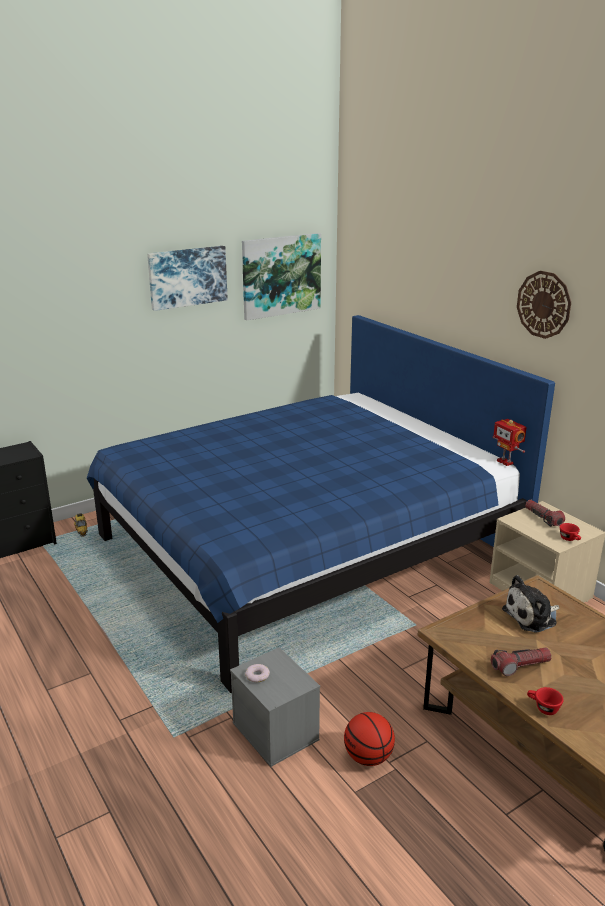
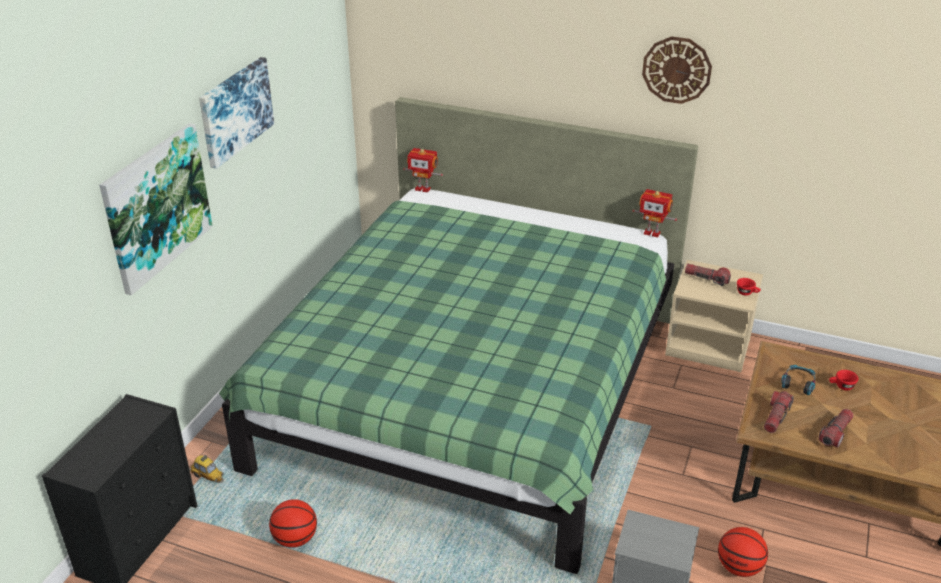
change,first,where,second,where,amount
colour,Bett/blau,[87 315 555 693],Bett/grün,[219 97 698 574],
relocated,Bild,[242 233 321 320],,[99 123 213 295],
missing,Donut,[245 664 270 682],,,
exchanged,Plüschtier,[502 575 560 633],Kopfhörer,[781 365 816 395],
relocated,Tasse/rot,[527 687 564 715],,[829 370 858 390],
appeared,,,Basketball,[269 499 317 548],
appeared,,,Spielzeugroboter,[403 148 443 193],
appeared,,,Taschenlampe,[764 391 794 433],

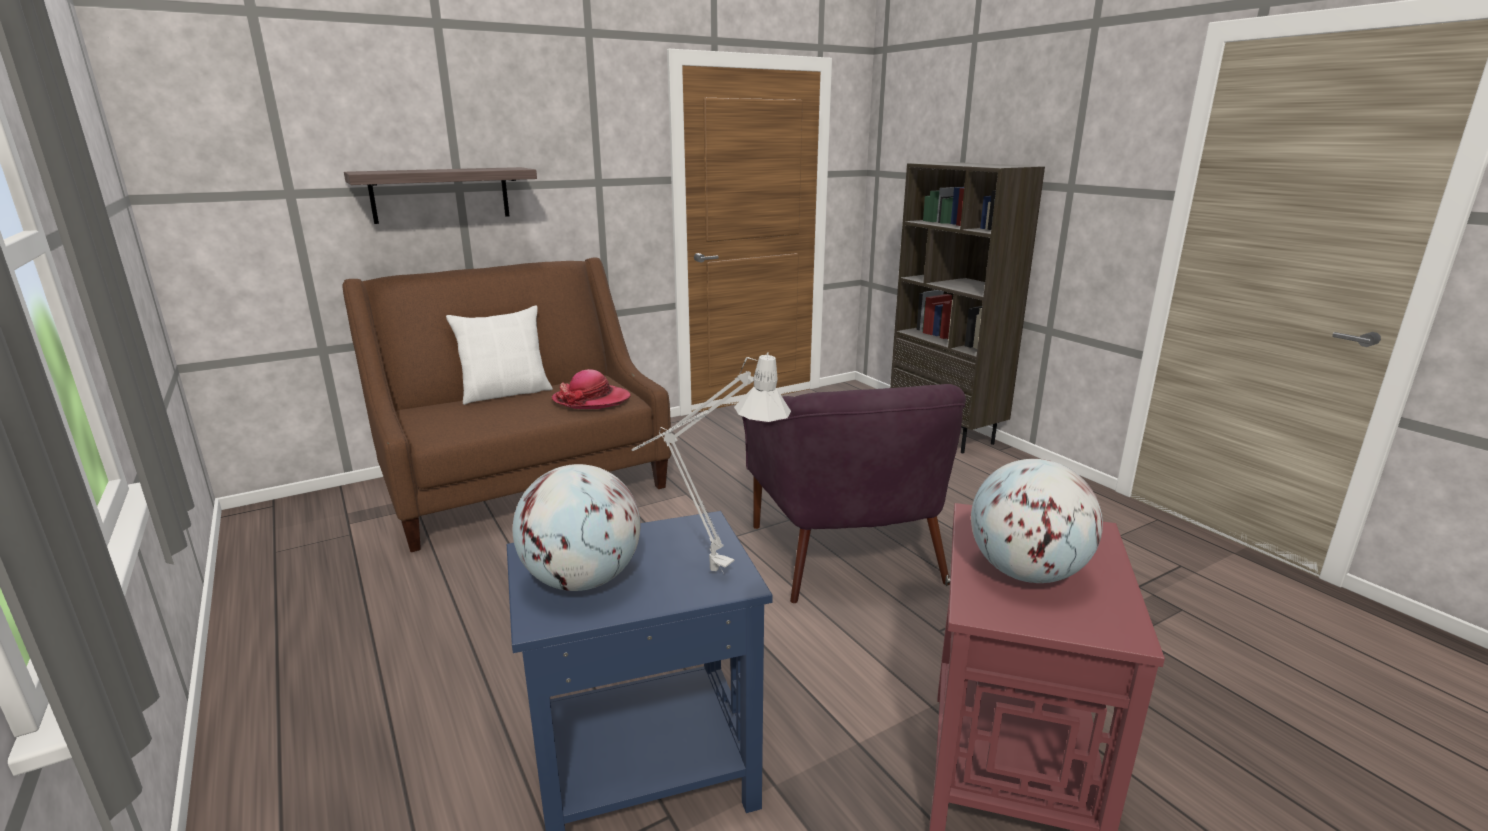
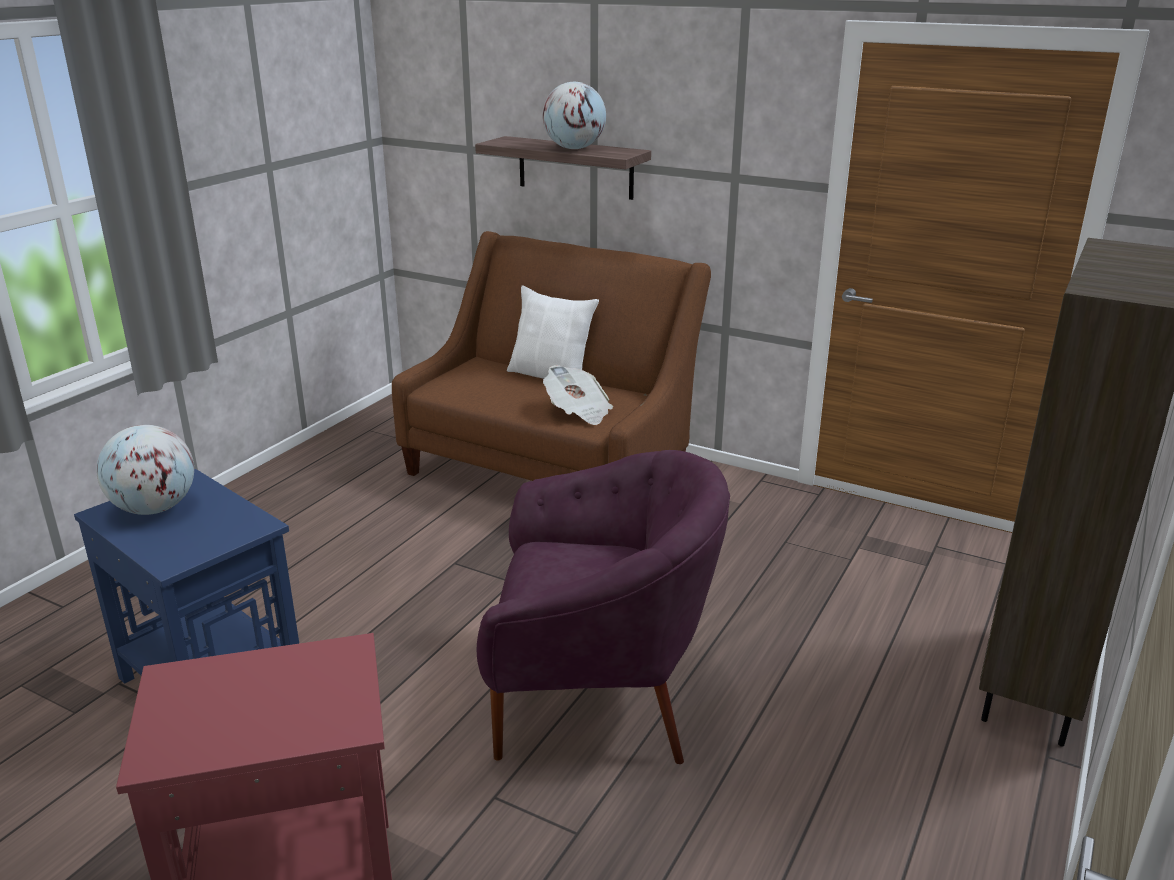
change,first,where,second,where,amount
exchanged,Hut,[552 369 631 409],Zeitung,[543 365 613 425],
missing,Tischlampe/grau,[632 352 791 572],,,
spun,Sessel/lila,[742 384 966 603],,[477 450 730 764],135 degrees counterclockwise
relocated,Globus,[971 459 1103 583],,[542 82 606 149],

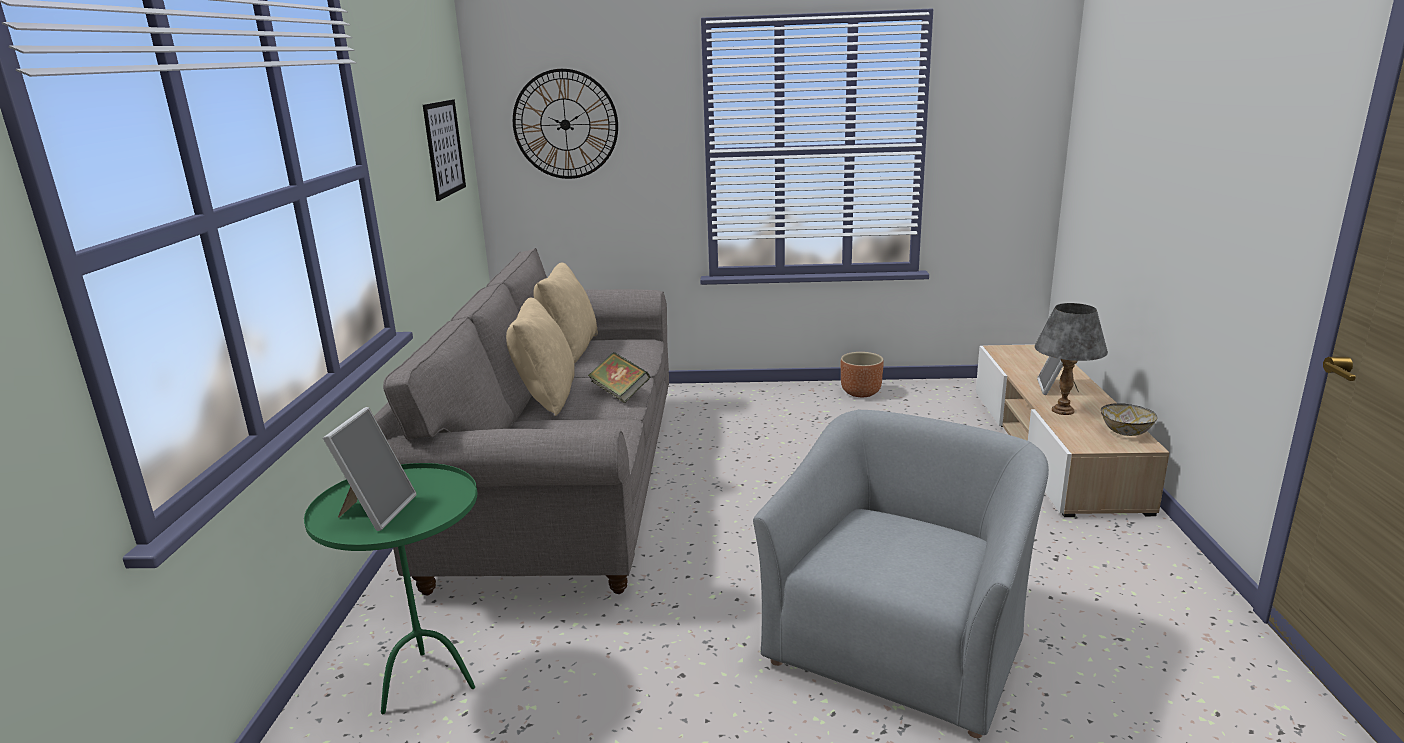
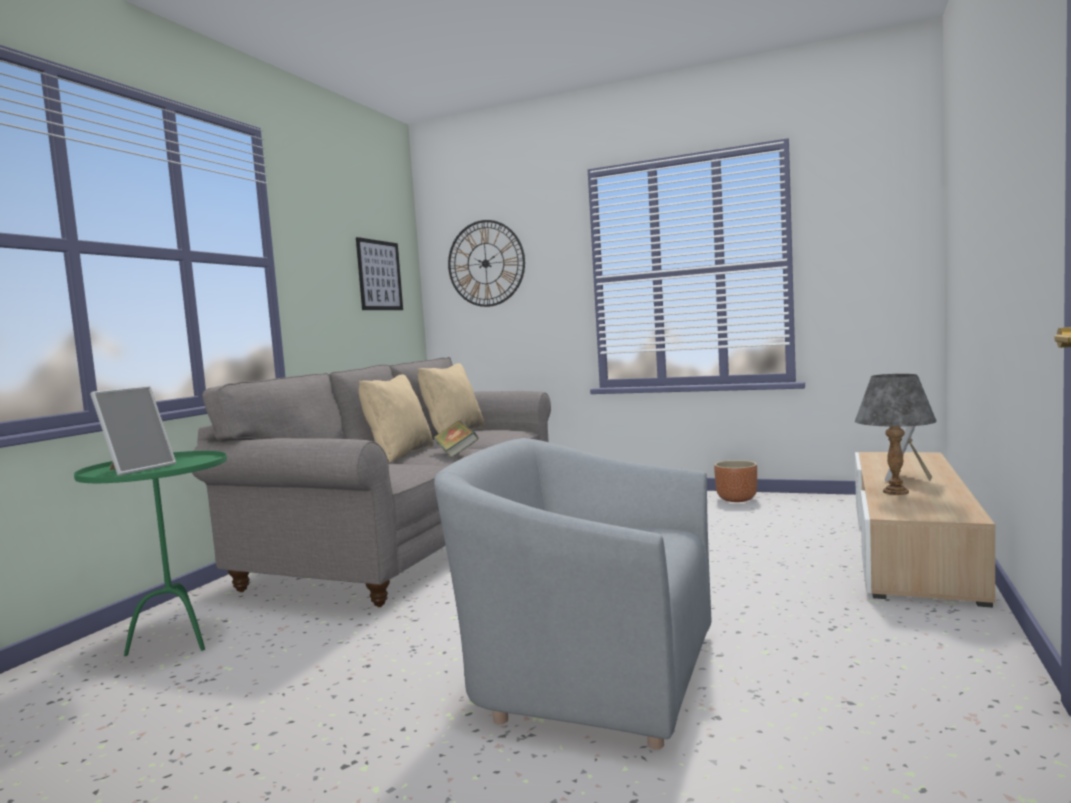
change,first,where,second,where,amount
spun,Sessel/grau,[753 409 1049 738],,[434 438 711 750],120 degrees counterclockwise
missing,Schüssel,[1100 403 1158 436],,,

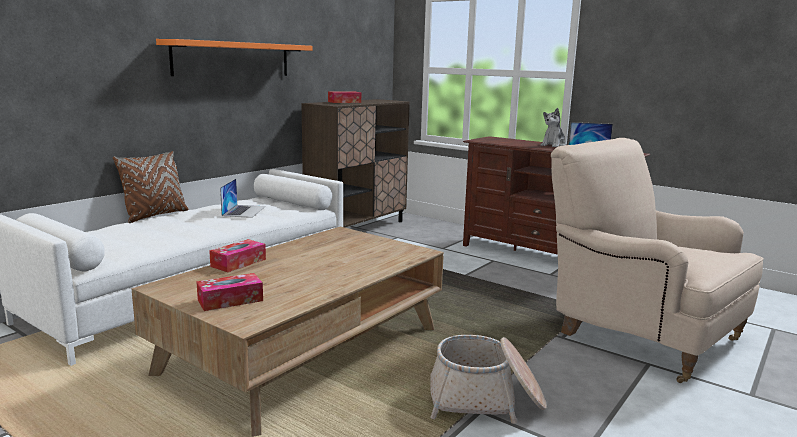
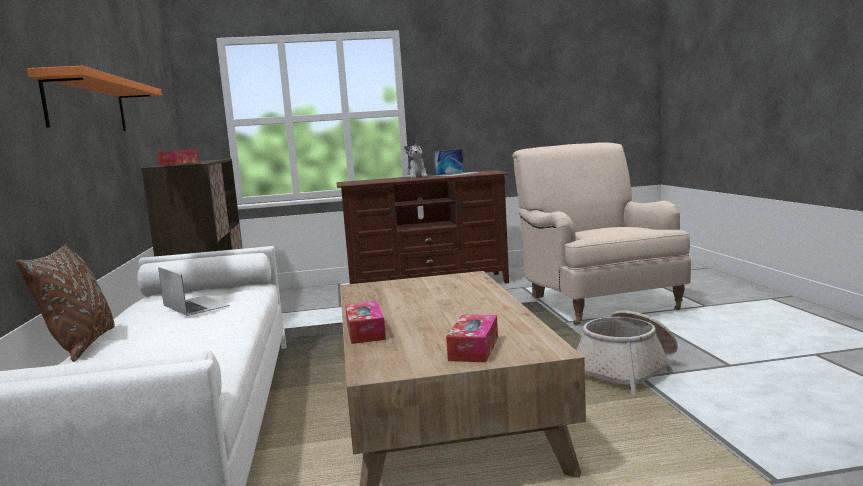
change,first,where,second,where,amount
spun,Sessel/beige,[551 138 764 383],,[512 143 691 325],75 degrees clockwise

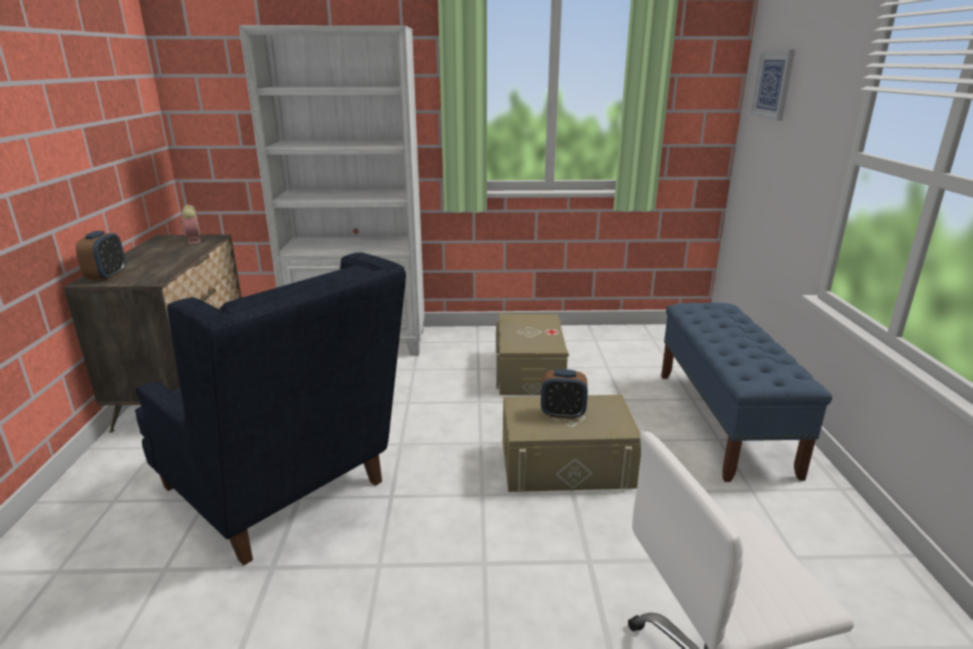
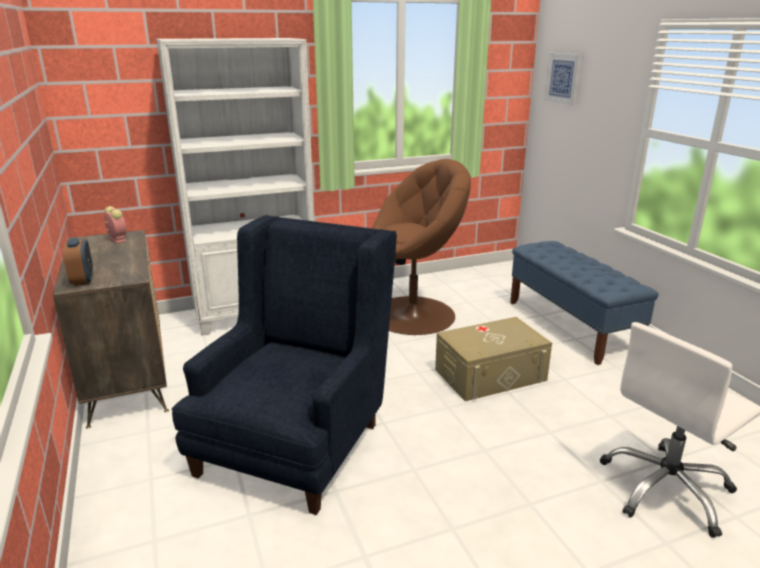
change,first,where,second,where,amount
spun,Sessel/blau,[135 252 406 565],,[172 215 397 515],90 degrees counterclockwise
exchanged,Aufbewahrungsbox/beige,[496 314 569 395],Sessel/braun,[372 159 471 335],
missing,Wecker,[541 369 588 419],,,

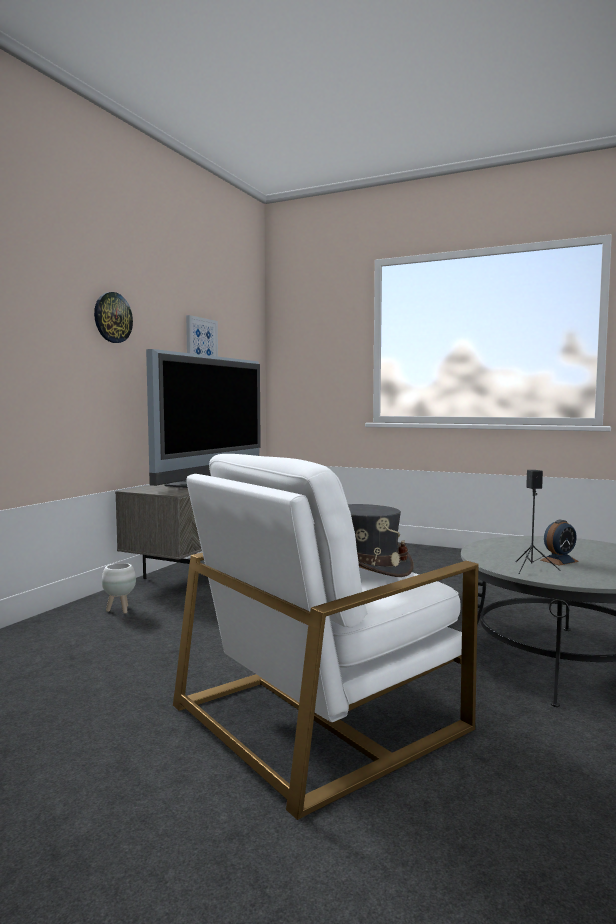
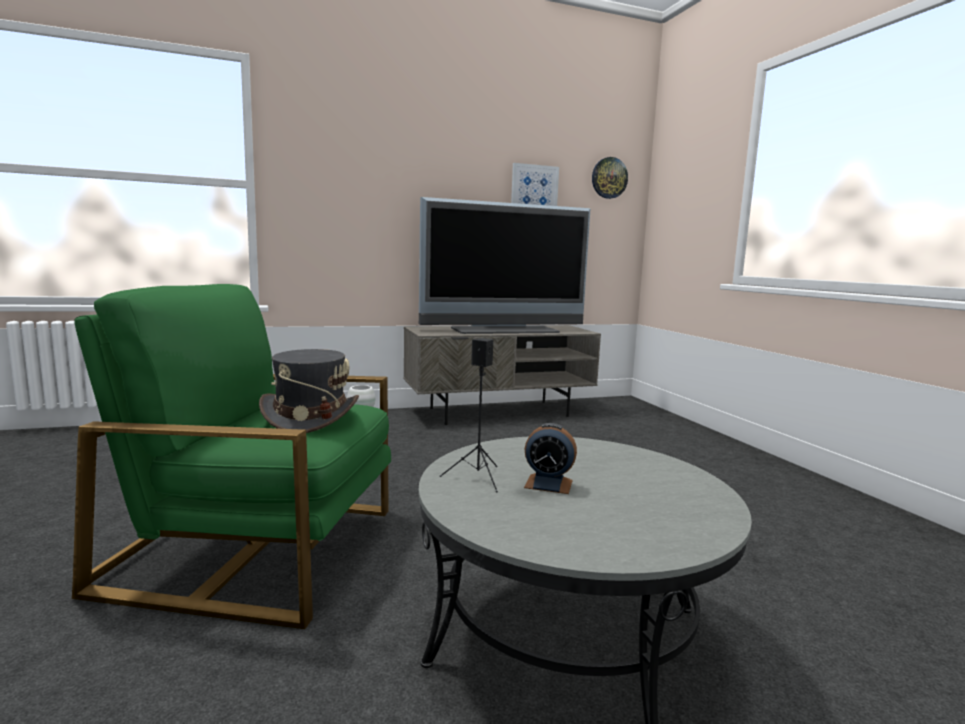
change,first,where,second,where,amount
relocated,Wanduhr,[94 292 133 343],,[592 157 628 199],
colour,Sessel/weiß,[173 454 479 820],Sessel/grün,[72 284 391 629],

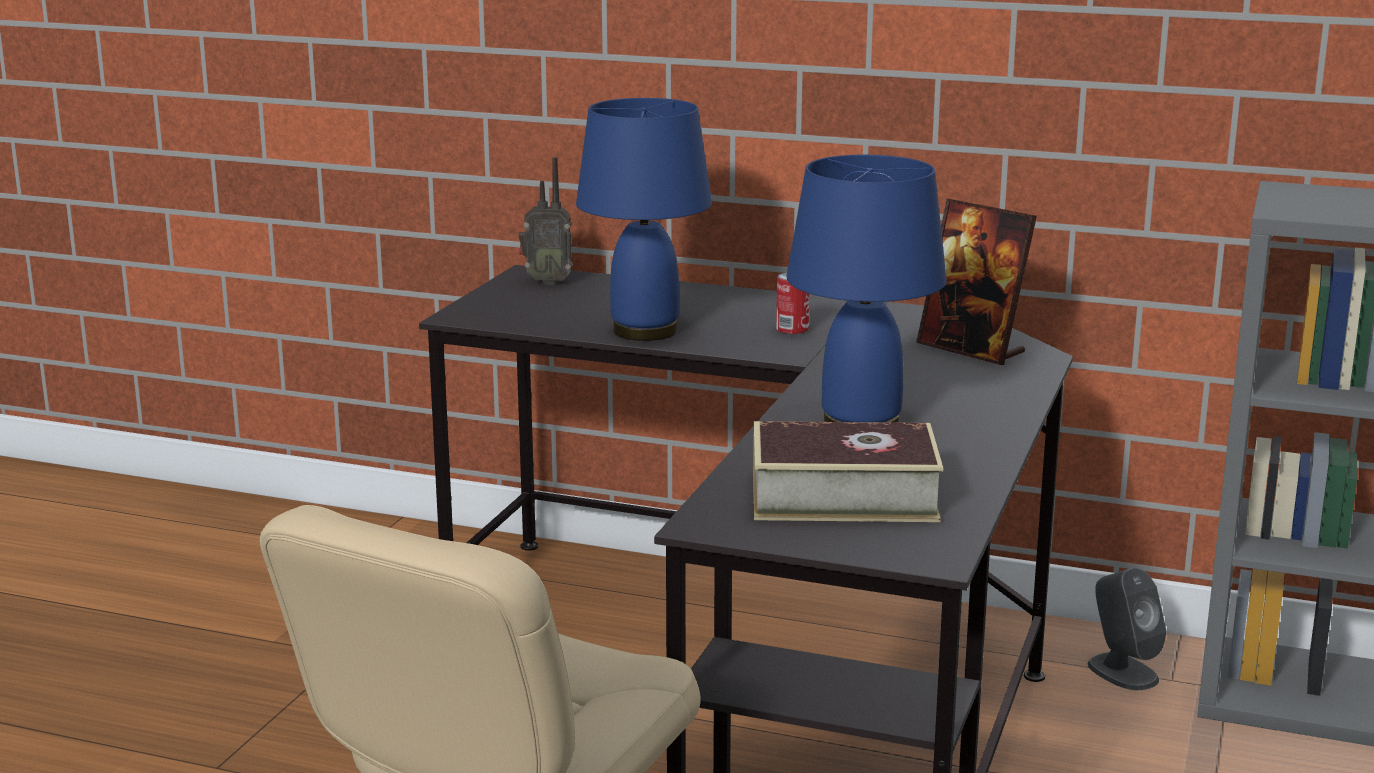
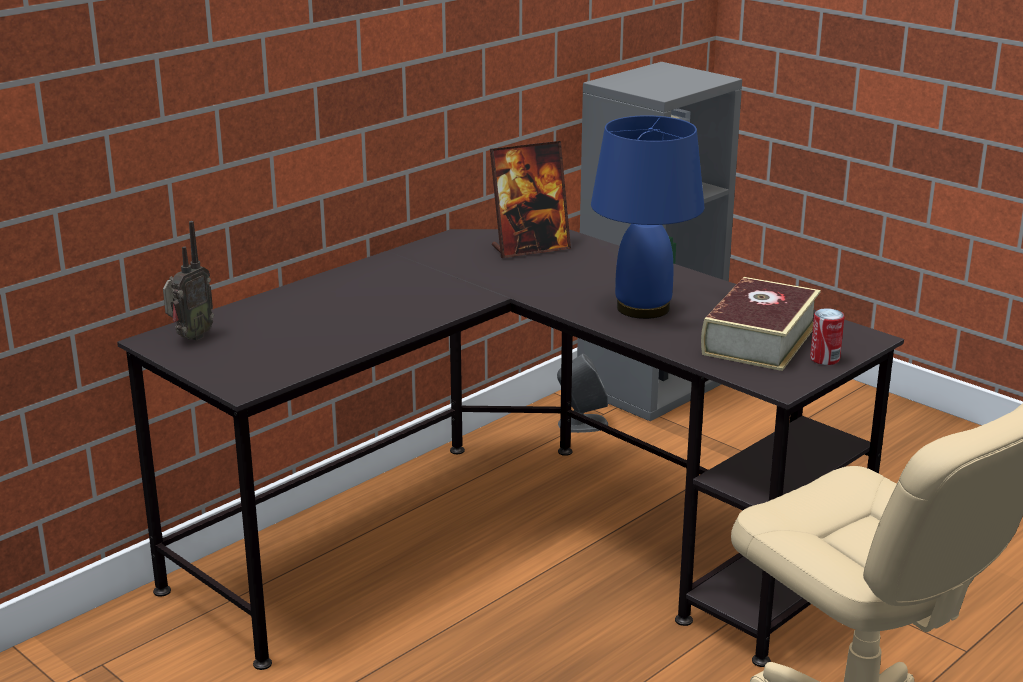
change,first,where,second,where,amount
missing,Tischlampe/blau,[576 98 712 341],,,
relocated,Dose,[776 272 810 334],,[810 308 844 365],

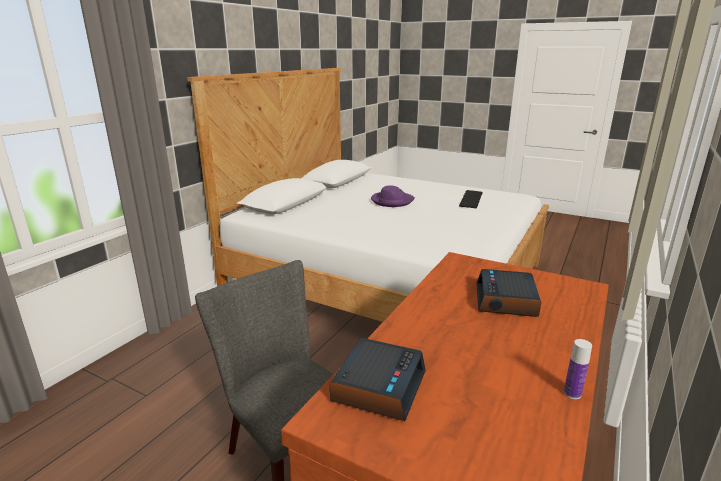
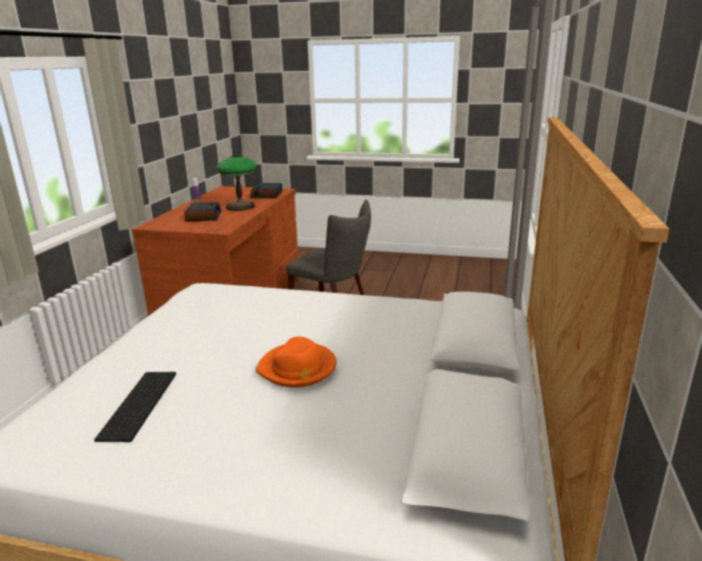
change,first,where,second,where,amount
colour,Hut/lila,[371 185 415 207],Hut/orange,[256 336 337 387],
appeared,,,Tischlampe,[216 156 257 211],

